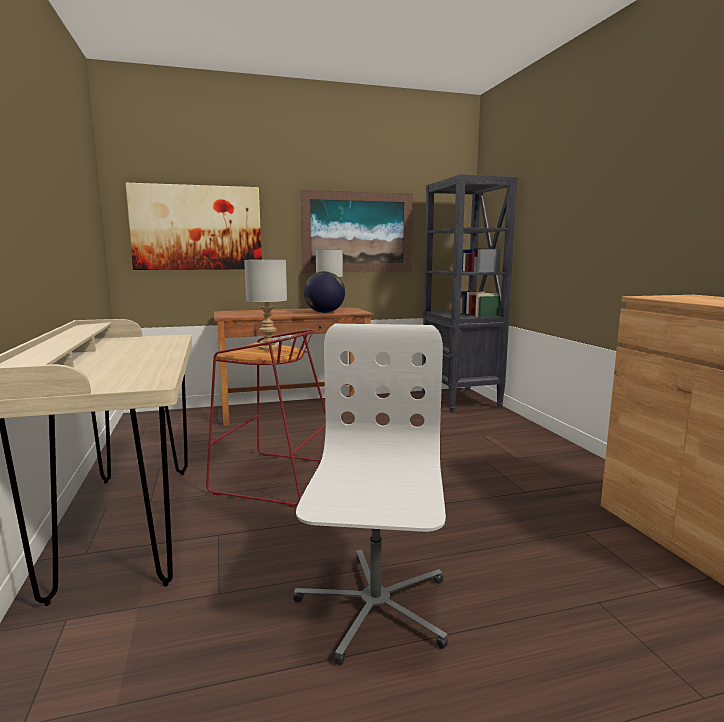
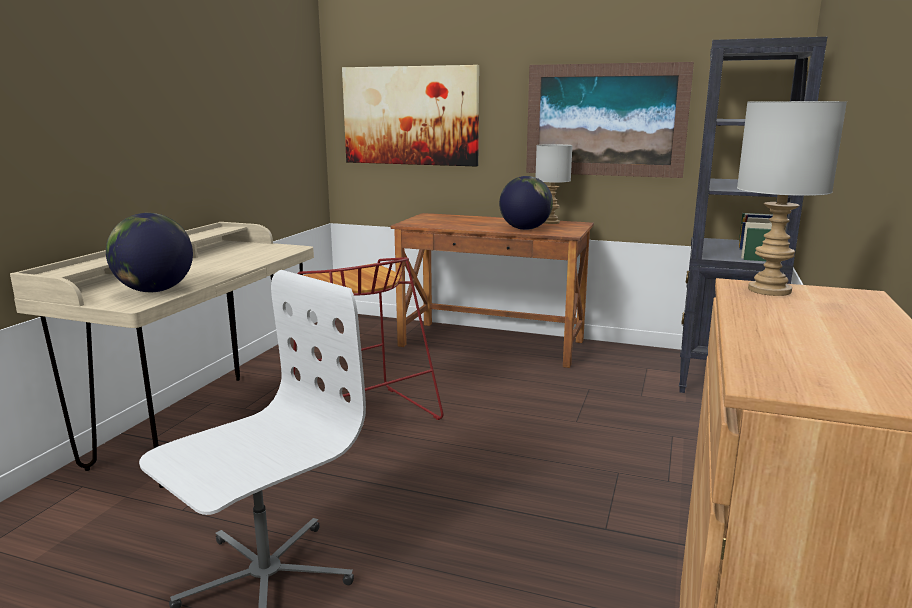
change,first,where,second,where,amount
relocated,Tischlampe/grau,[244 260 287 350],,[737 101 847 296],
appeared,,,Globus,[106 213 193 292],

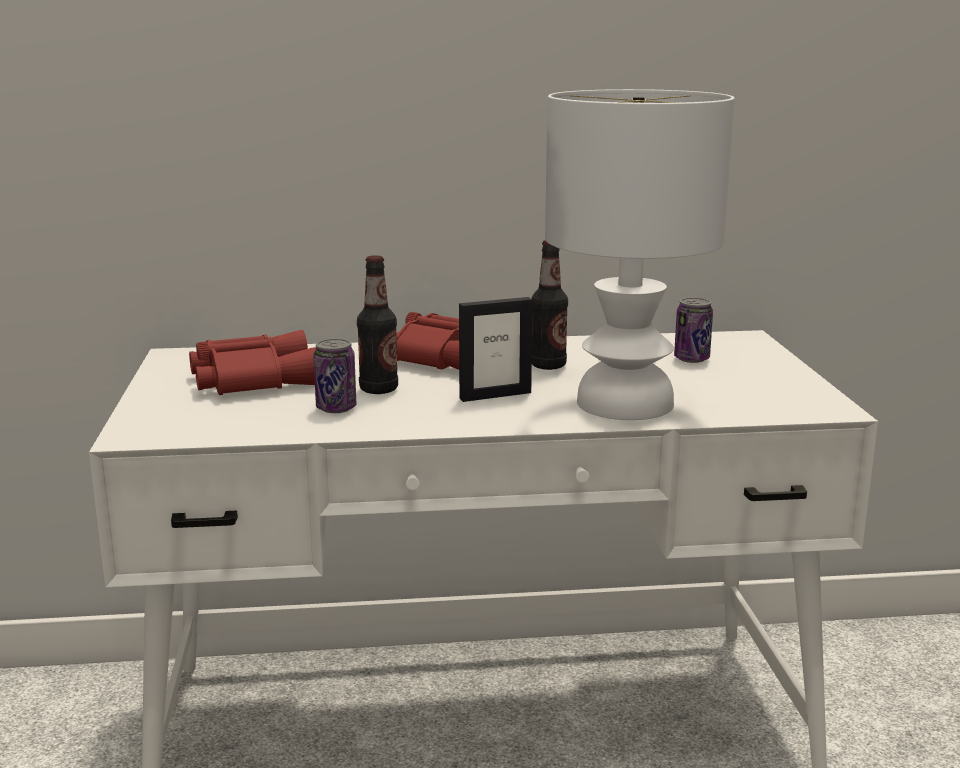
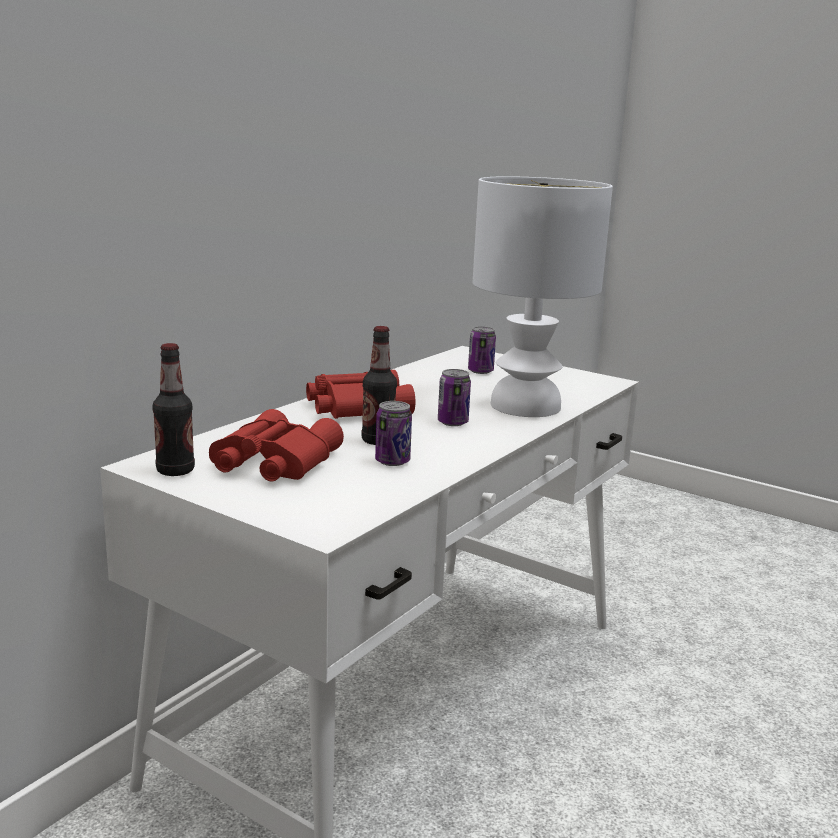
change,first,where,second,where,amount
exchanged,Bilderrahmen,[459 297 532 402],Dose,[438 369 471 426],
relocated,Flasche,[532 240 568 370],,[152 343 195 476],

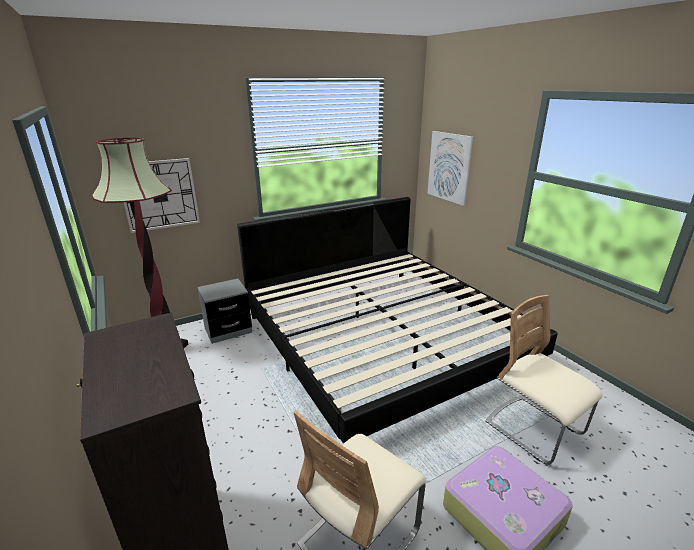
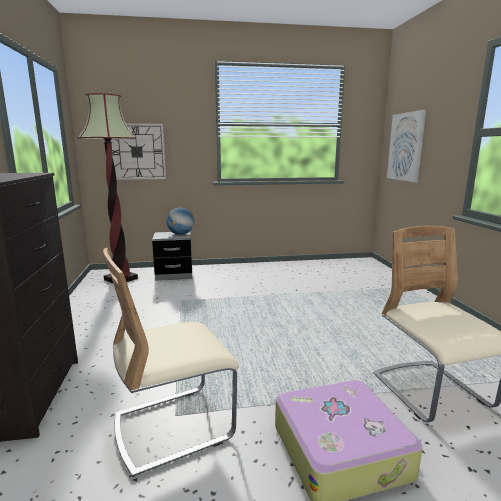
change,first,where,second,where,amount
missing,Bett,[237 197 558 444],,,
appeared,,,Globus,[166 207 194 235],

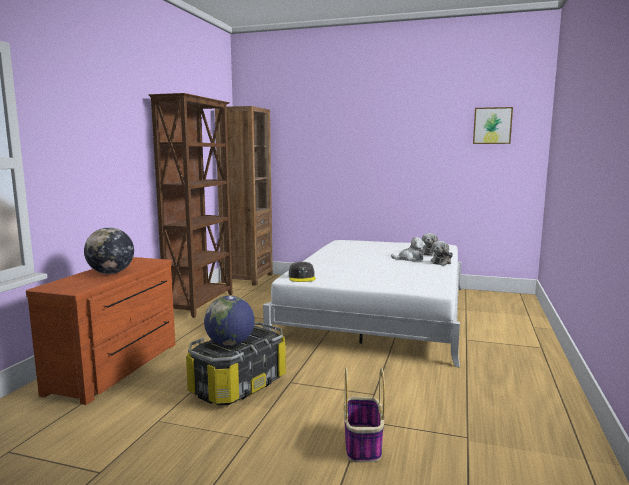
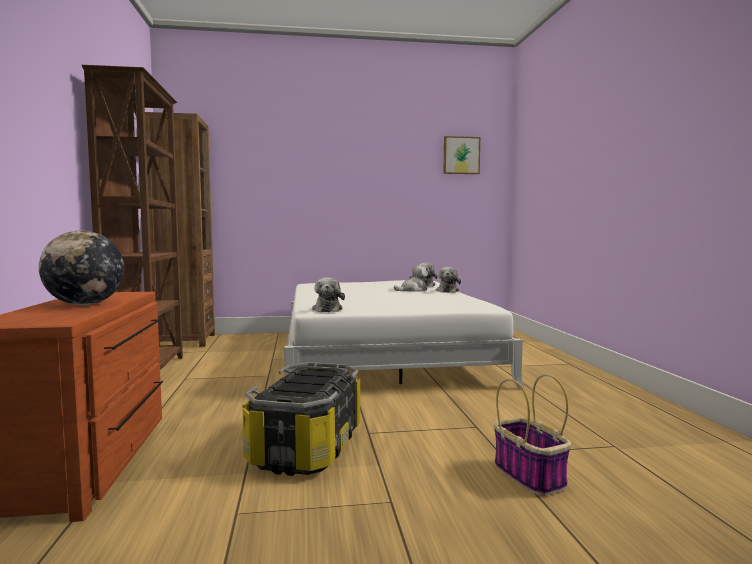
change,first,where,second,where,amount
missing,Globus,[204 296 255 346],,,
exchanged,Kappe/grau,[289 262 316 282],Plüschtier,[312 277 345 312],

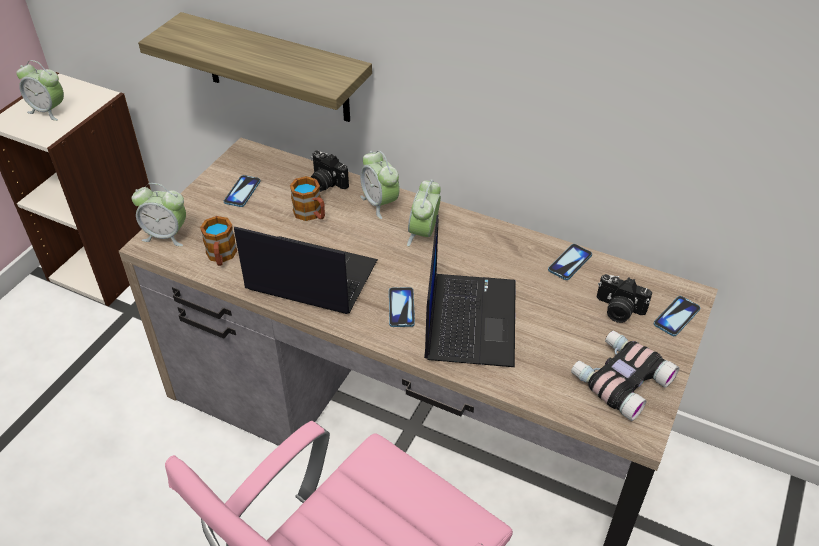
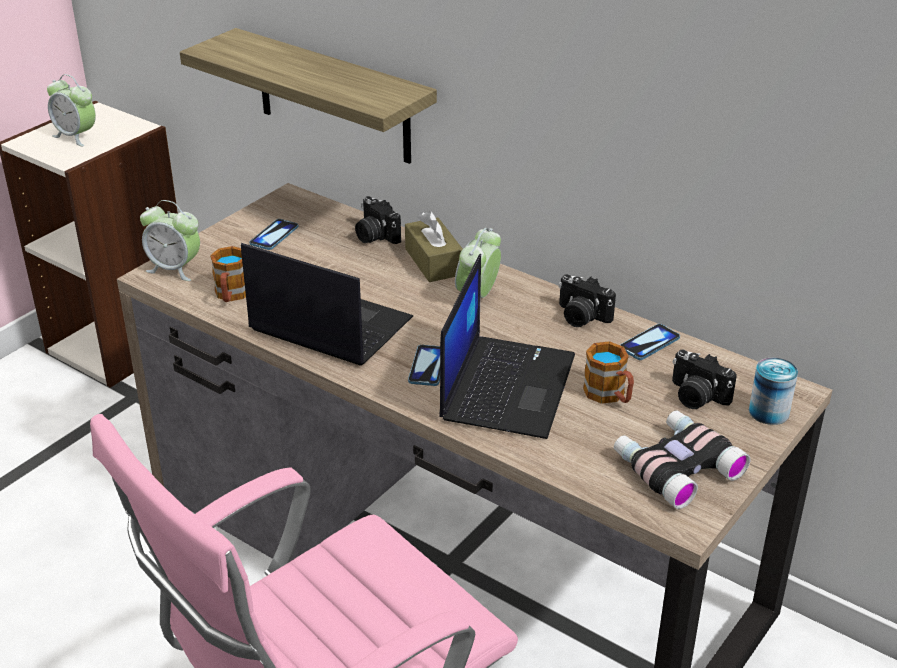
change,first,where,second,where,amount
relocated,Henkelbecher,[290 176 325 221],,[583 341 634 404],
exchanged,Wecker,[360 151 400 219],Taschentuchbox/braun,[405 211 463 282],
exchanged,Handy,[654 296 700 336],Dose,[749 358 798 425],
appeared,,,Kamera,[558 274 616 327],

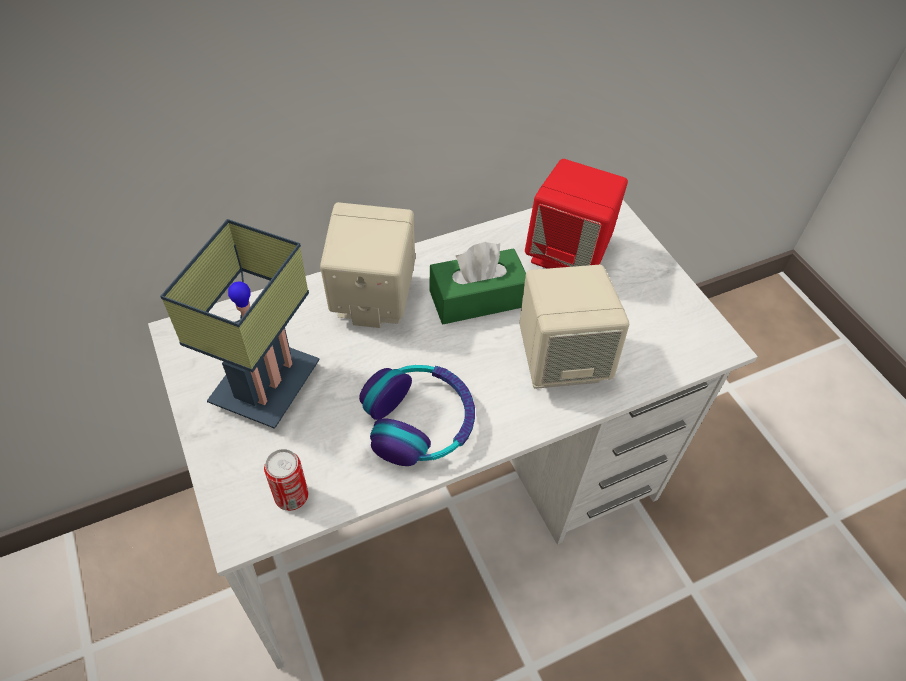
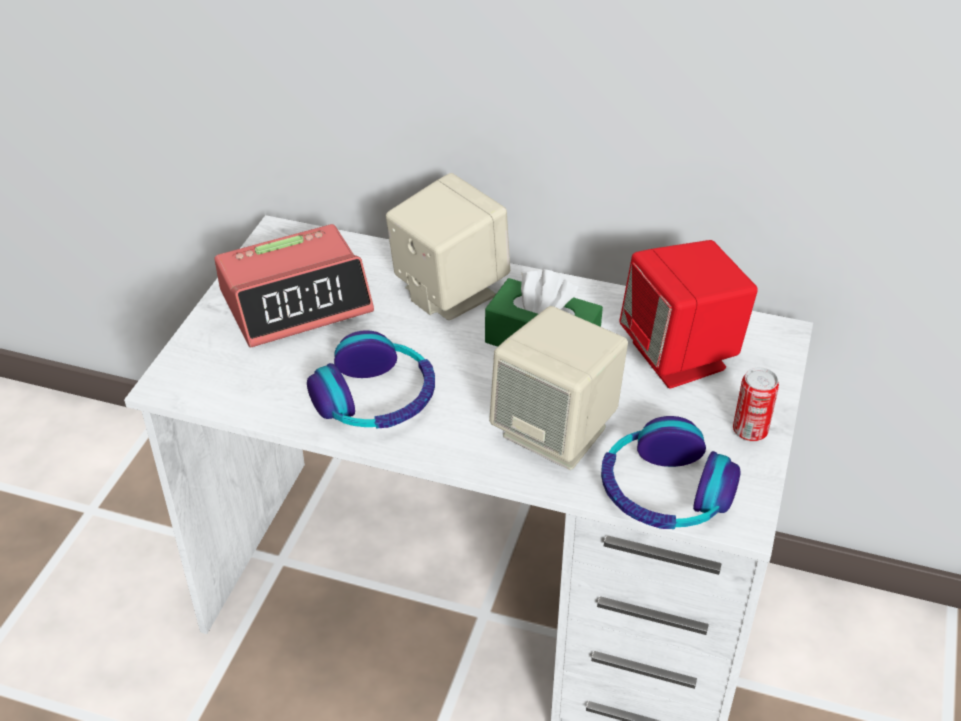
change,first,where,second,where,amount
exchanged,Tischlampe,[160 219 320 429],Wecker,[214 224 374 348],
relocated,Dose,[264 449 308 511],,[733 367 779 442],
appeared,,,Kopfhörer,[601 416 740 529],

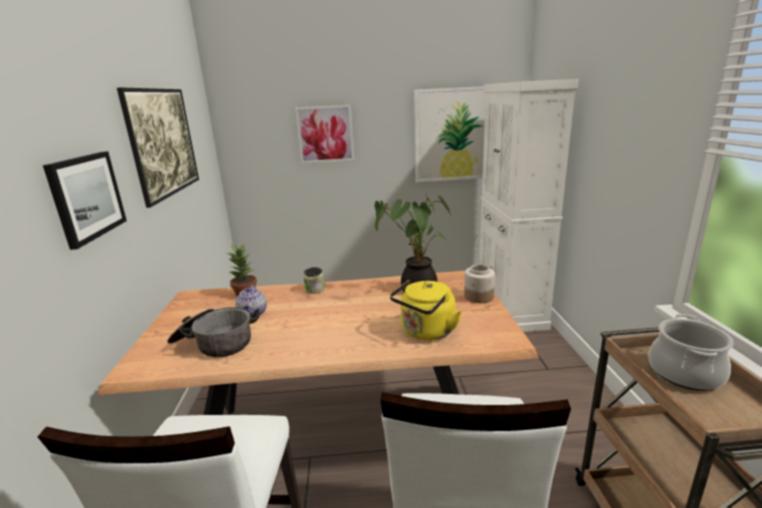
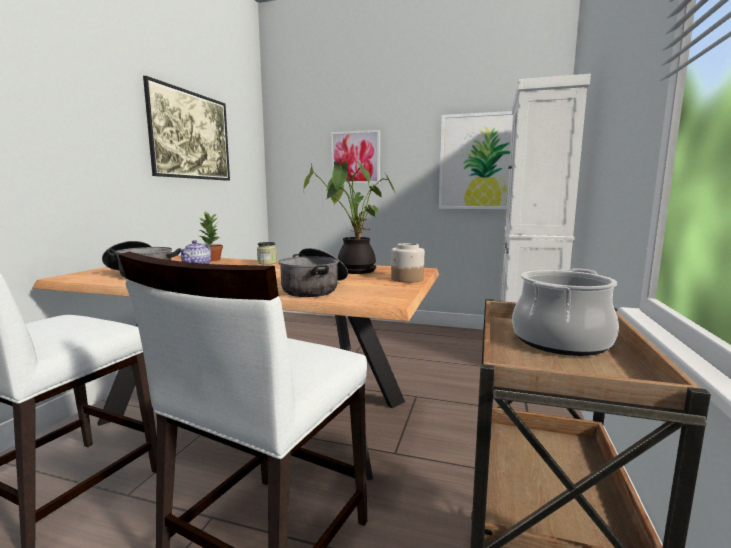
change,first,where,second,where,amount
missing,Bild,[43 151 127 250],,,
exchanged,Wasserkessel/gelb,[390 280 462 340],Kochtopf,[278 248 348 297],

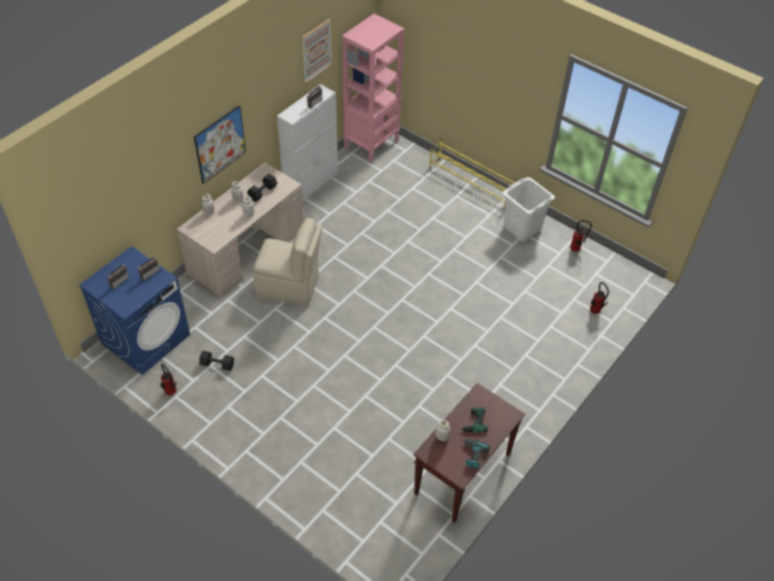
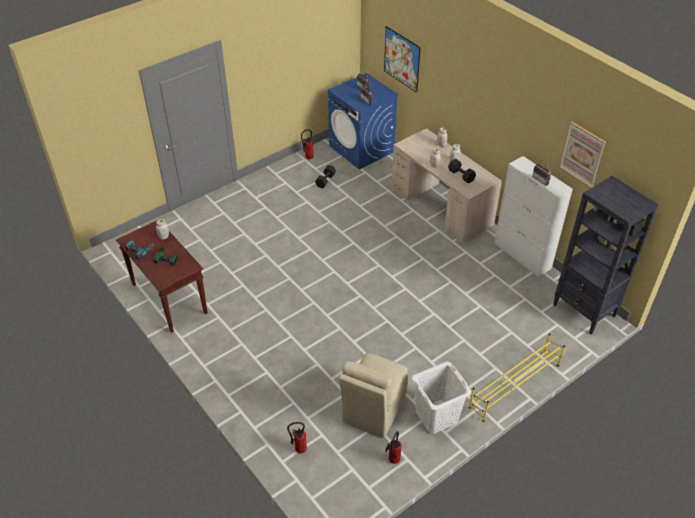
change,first,where,second,where,amount
relocated,Bild,[194 105 246 184],,[384 26 421 93],
relocated,Stuhl/beige,[253 218 322 306],,[339 353 408 438],
colour,Bücherregal/rosa,[342 14 405 163],Bücherregal/schwarz,[553 176 659 334],

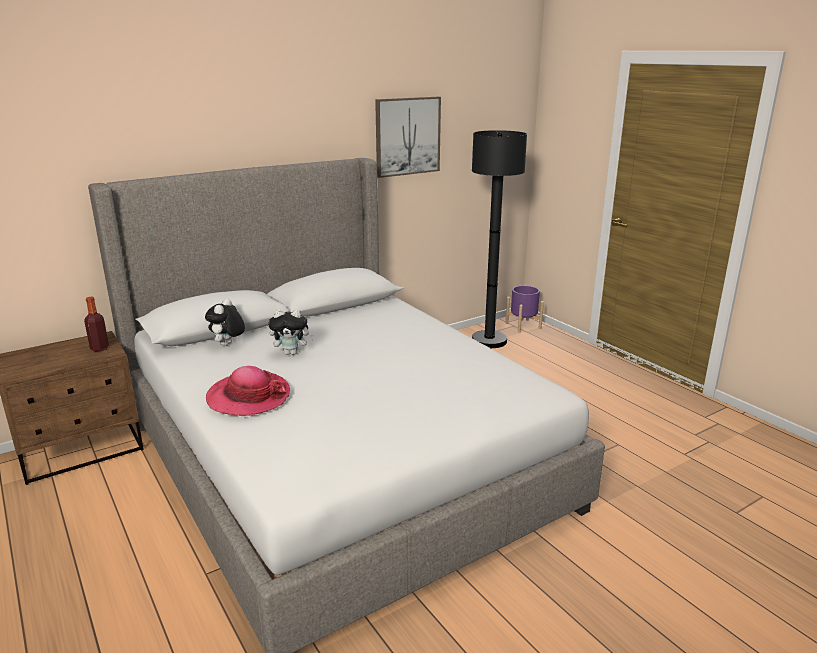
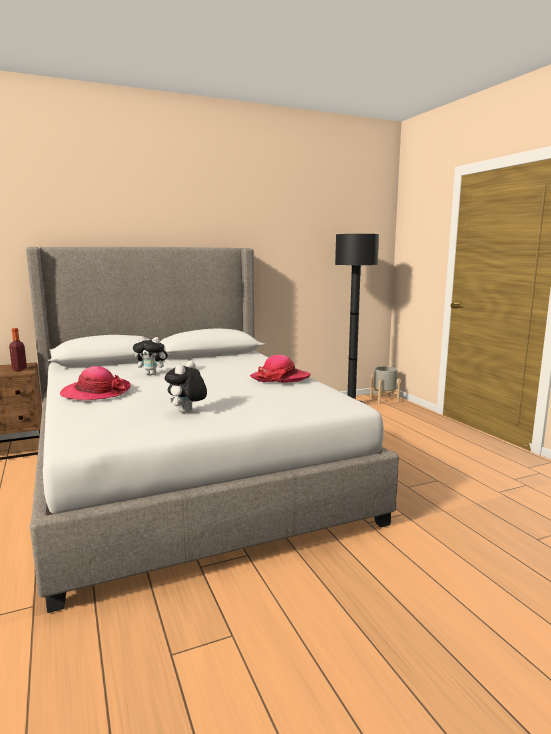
change,first,where,second,where,amount
relocated,Plüschtier,[205 298 245 346],,[165 360 207 413],
missing,Bild,[375 97 441 178],,,
colour,Pflanzkübel/lila,[506 286 544 333],Pflanzkübel/grau,[370 366 401 404],
appeared,,,Hut,[250 355 310 383],

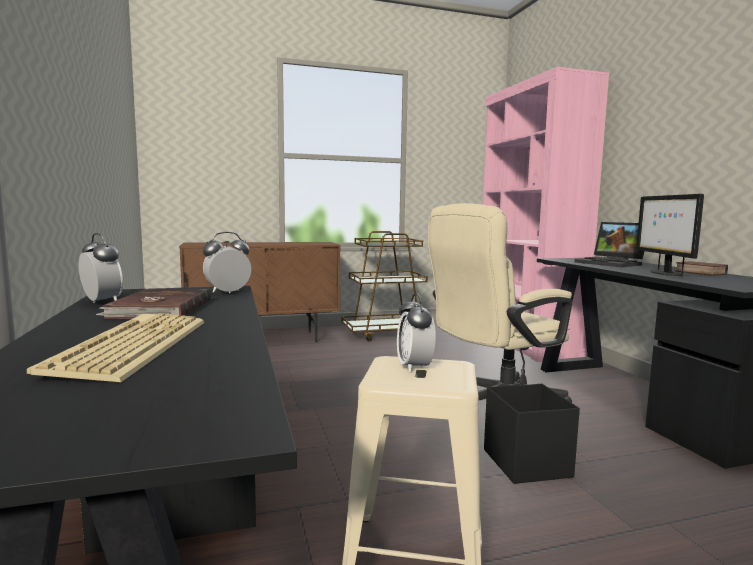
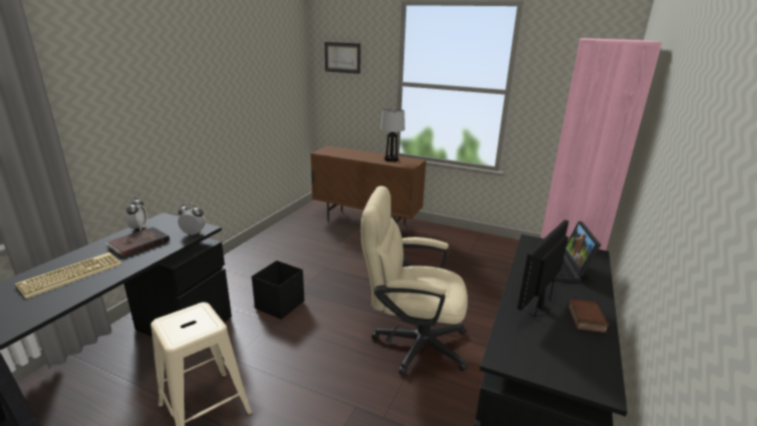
change,first,where,second,where,amount
missing,Rollwagen/braun,[342 231 428 341],,,
missing,Wecker,[397 293 436 373],,,
relocated,Aufbewahrungsbox/schwarz,[484 384 580 484],,[252 261 304 319],
appeared,,,Bild,[325 42 361 74],
appeared,,,Tischlampe,[380 109 405 162],

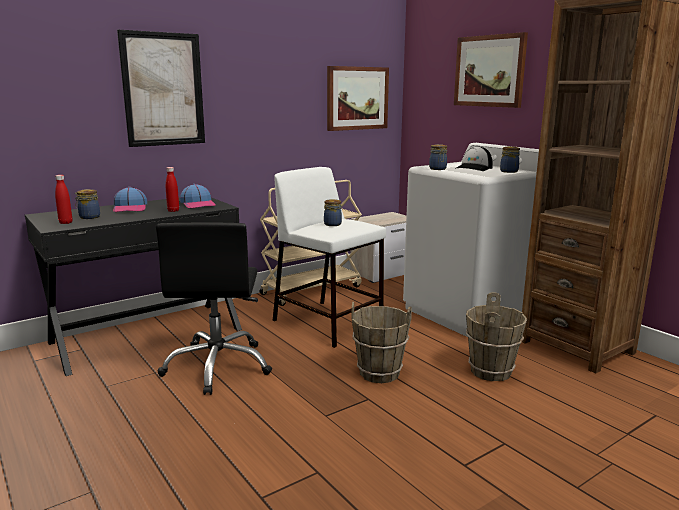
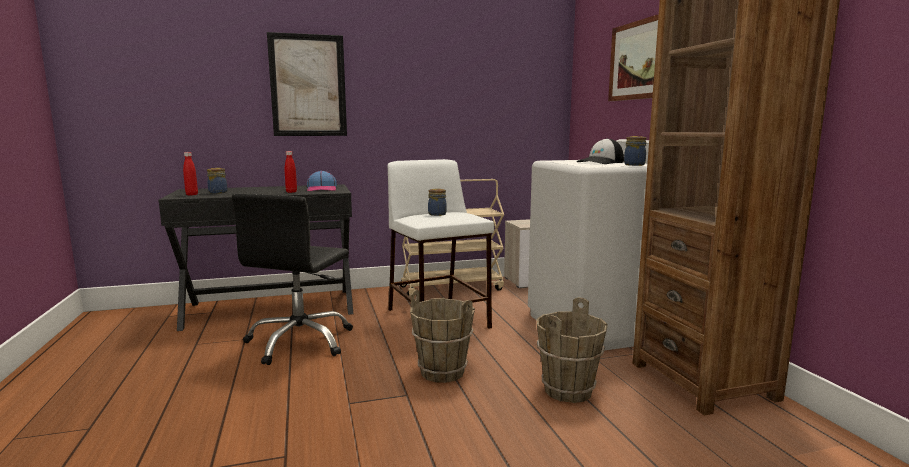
change,first,where,second,where,amount
missing,Kappe,[113 187 147 212],,,
missing,Bild,[327 66 389 131],,,
missing,Vorratsglas,[429 144 447 170],,,

